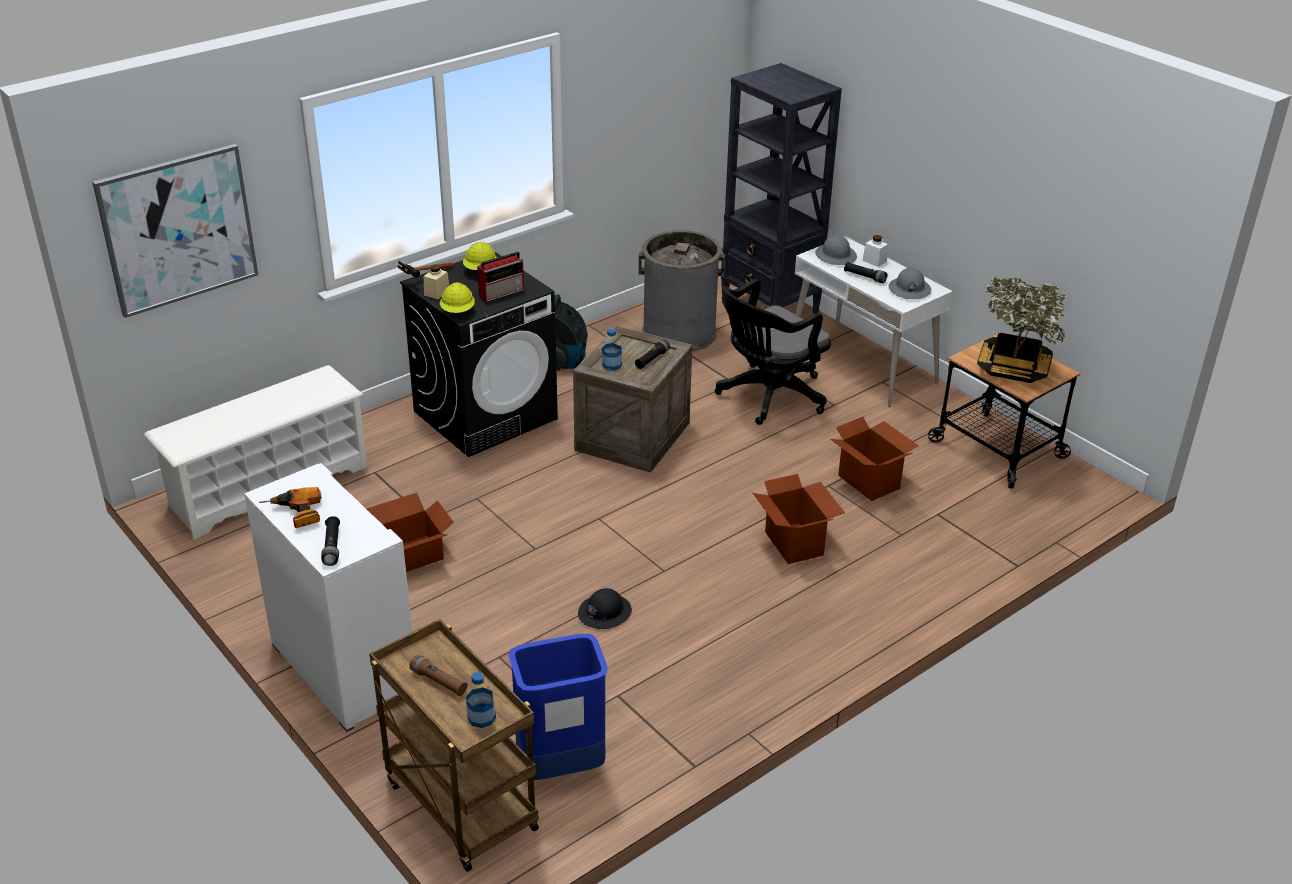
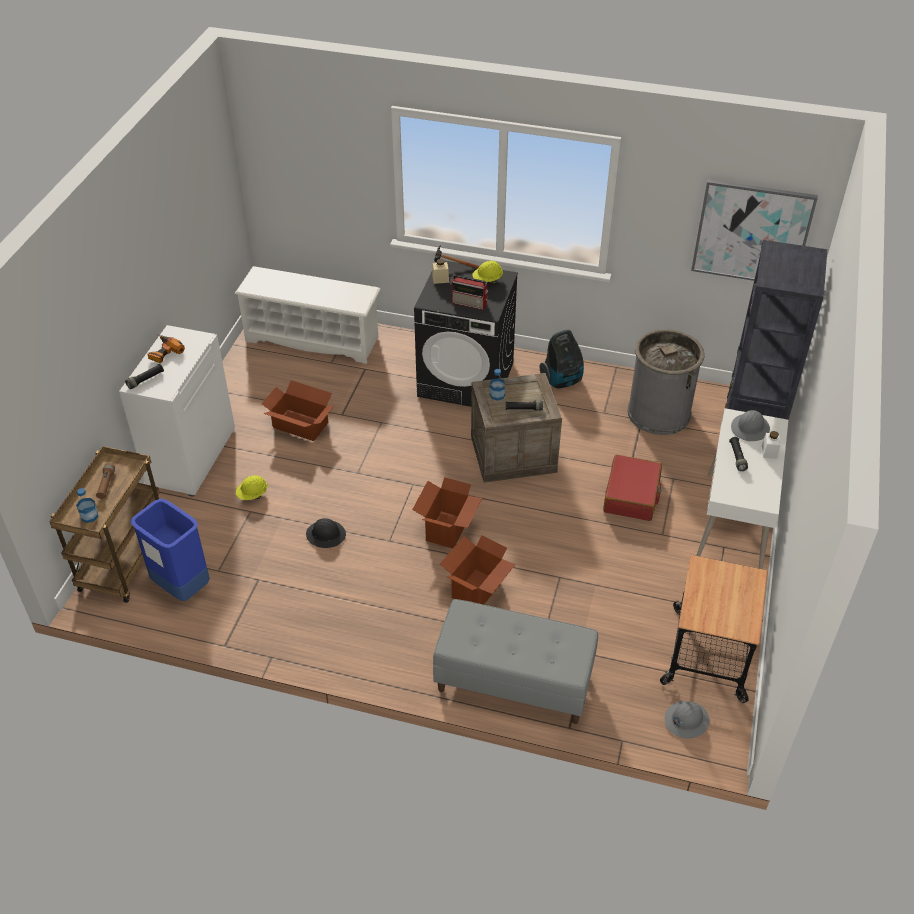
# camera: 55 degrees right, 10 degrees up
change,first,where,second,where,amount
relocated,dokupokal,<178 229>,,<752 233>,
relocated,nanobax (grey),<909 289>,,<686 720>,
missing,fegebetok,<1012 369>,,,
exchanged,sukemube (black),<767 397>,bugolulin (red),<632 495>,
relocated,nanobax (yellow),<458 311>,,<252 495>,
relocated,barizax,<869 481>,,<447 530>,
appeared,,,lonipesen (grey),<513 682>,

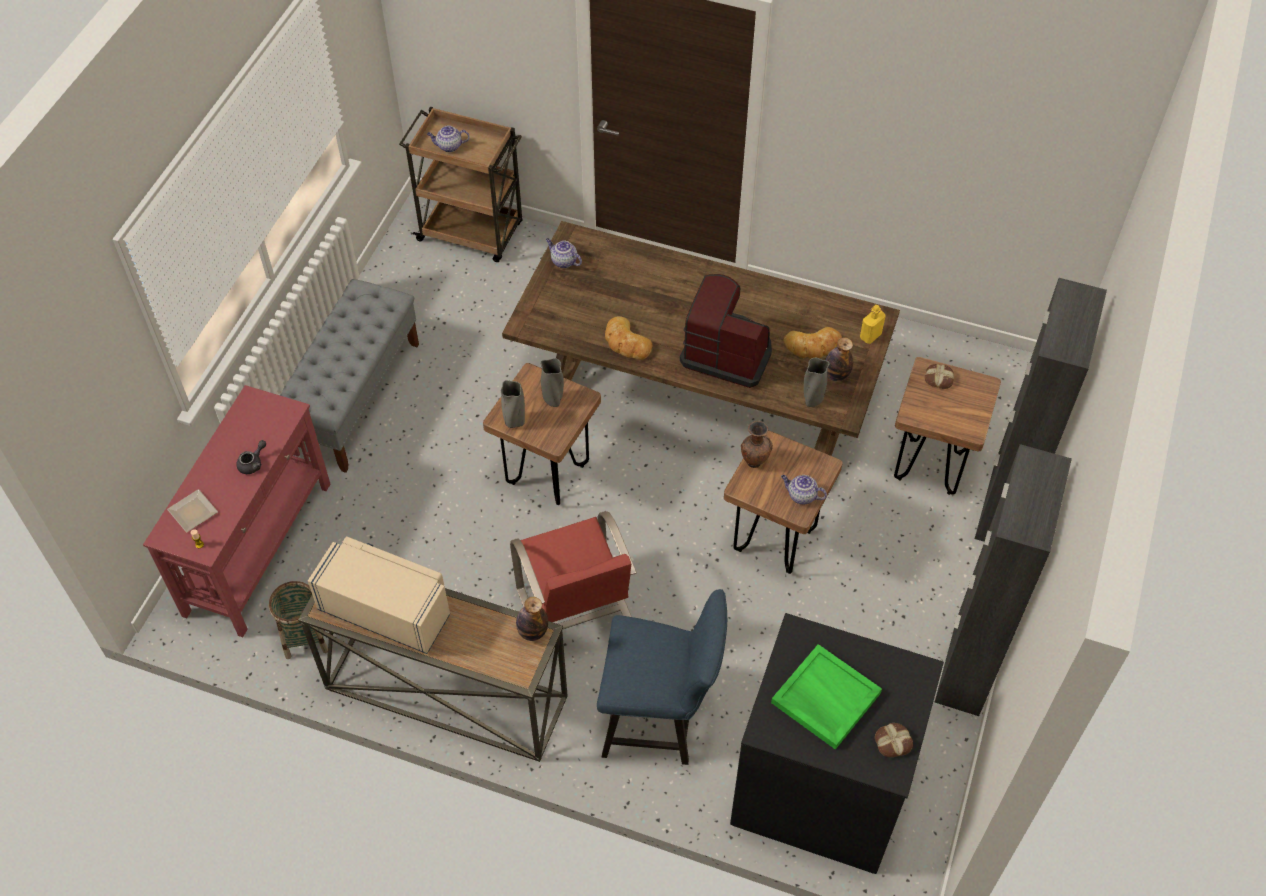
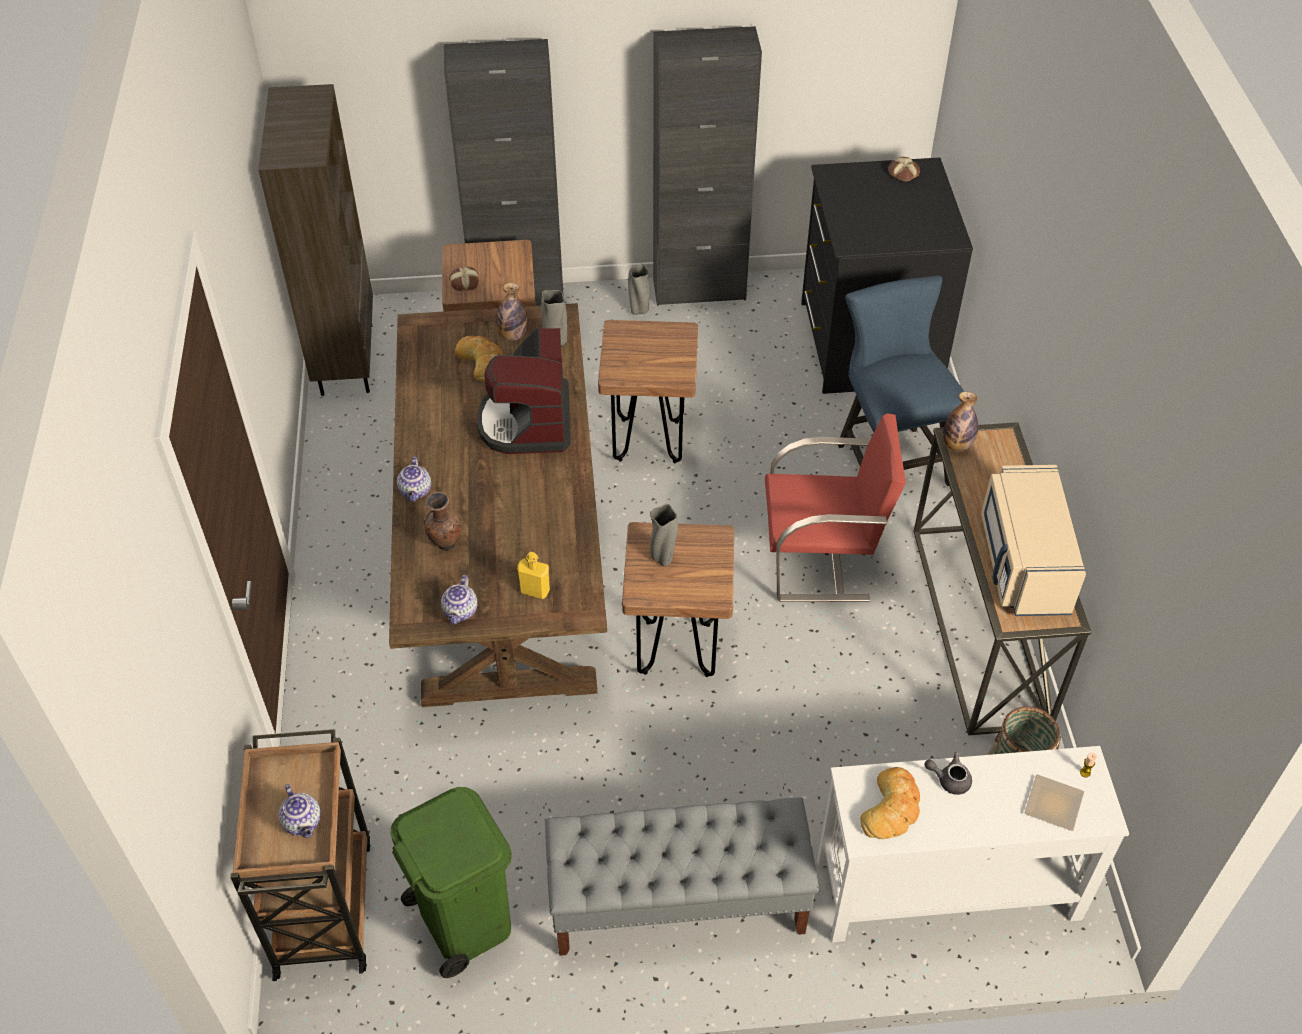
# camera: 115 degrees left, 5 degrees down
change,first,where,second,where,amount
relocated,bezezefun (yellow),<870 336>,,<535 590>,
relocated,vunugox,<626 342>,,<892 808>,
relocated,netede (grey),<514 422>,,<639 311>,
colour,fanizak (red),<259 547>,fanizak (white),<946 889>,
relocated,netede (brown),<754 462>,,<445 545>,
relocated,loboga,<801 496>,,<416 491>,
spun,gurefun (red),<575 610>,,<822 560>,45 degrees clockwise
missing,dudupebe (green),<824 698>,,,
appeared,,,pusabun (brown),<345 359>,
appeared,,,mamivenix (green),<463 920>,

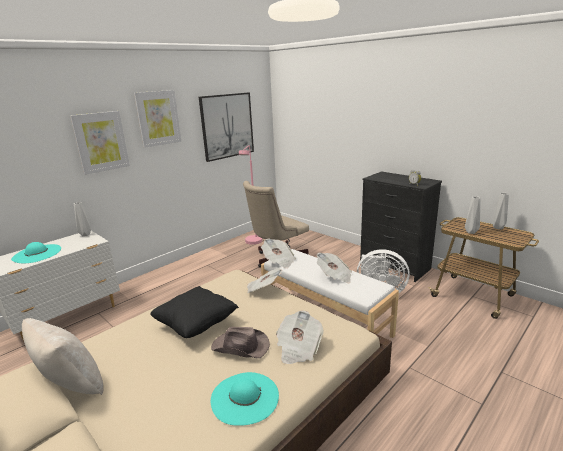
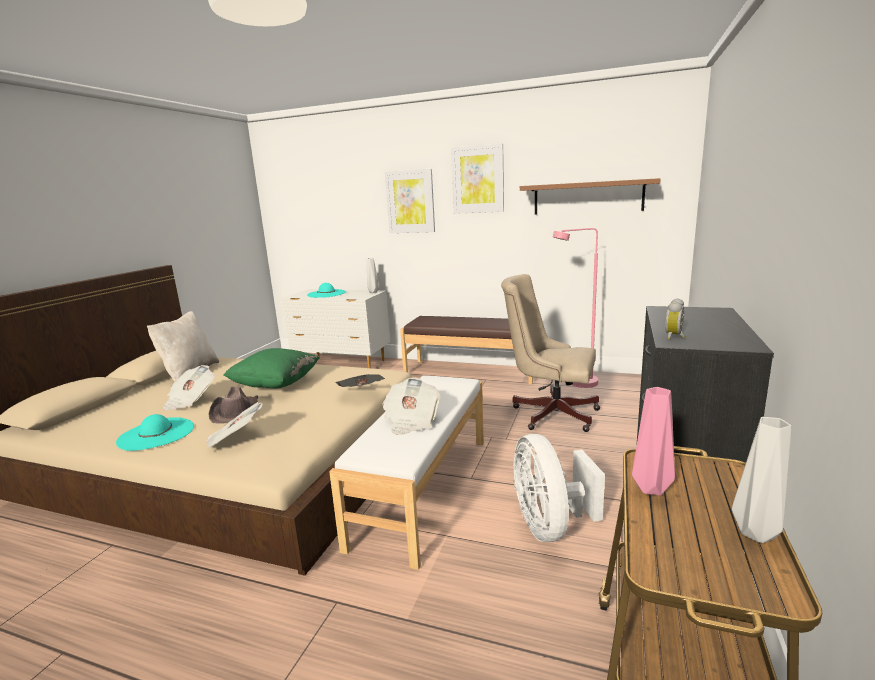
# camera: 65 degrees right, 5 degrees down
change,first,where,second,where,amount
exchanged,dokupokal,<227 126>,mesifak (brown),<587 197>,
colour,netede (grey),<471 232>,netede (pink),<649 489>,
relocated,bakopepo,<279 261>,,<190 400>,
colour,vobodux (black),<196 325>,vobodux (green),<276 385>,
appeared,,,lonipesen (brown),<471 371>,

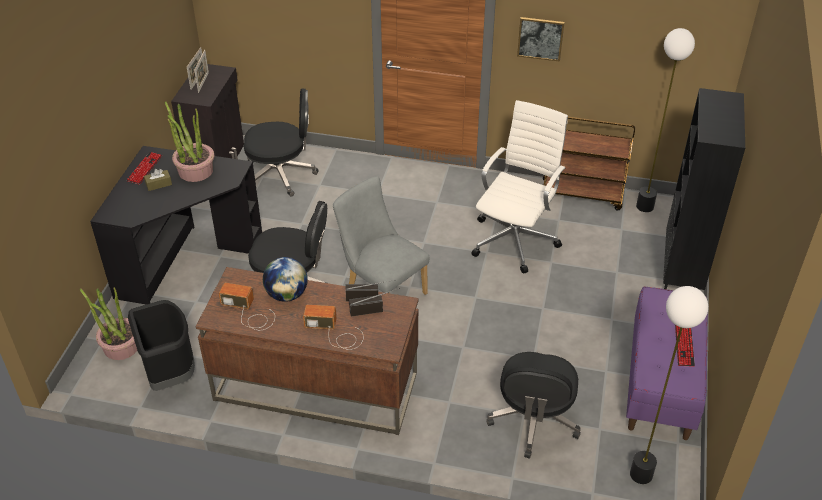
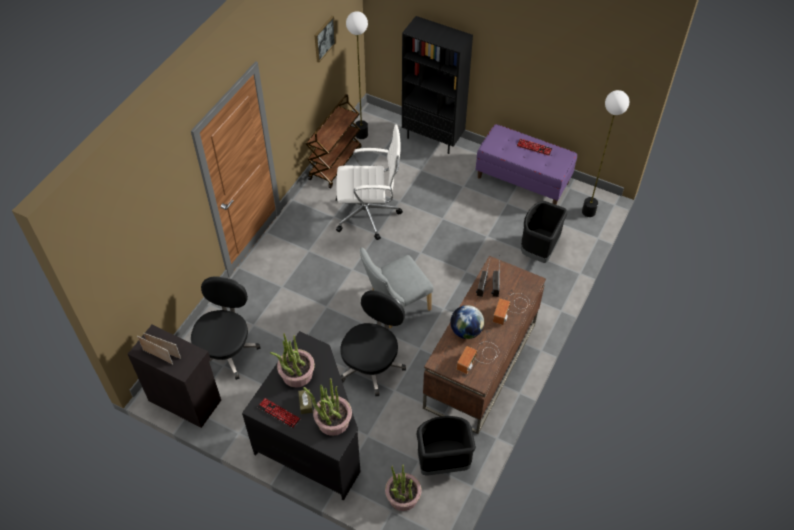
# camera: 75 degrees left, 10 degrees up
change,first,where,second,where,amount
relocated,dokupokal,<540 38>,,<324 38>,
spun,sukemube (white),<515 239>,,<369 214>,135 degrees clockwise
exchanged,sukemube (black),<533 421>,mamivenix (black),<538 250>,
appeared,,,fegebetok,<333 421>,

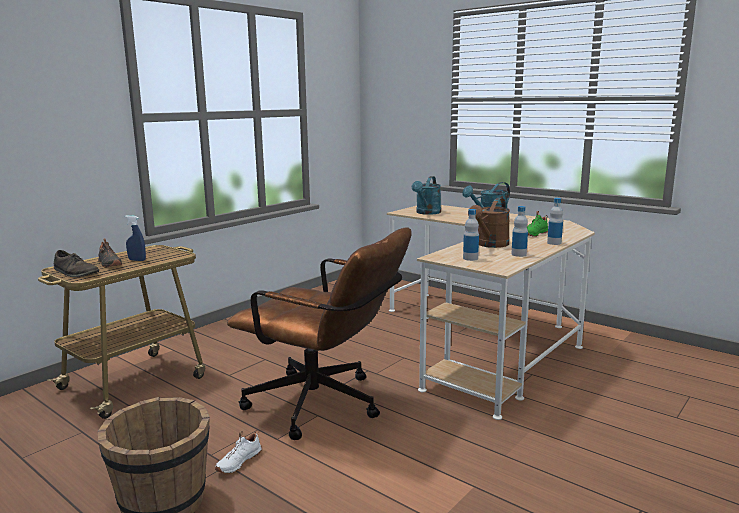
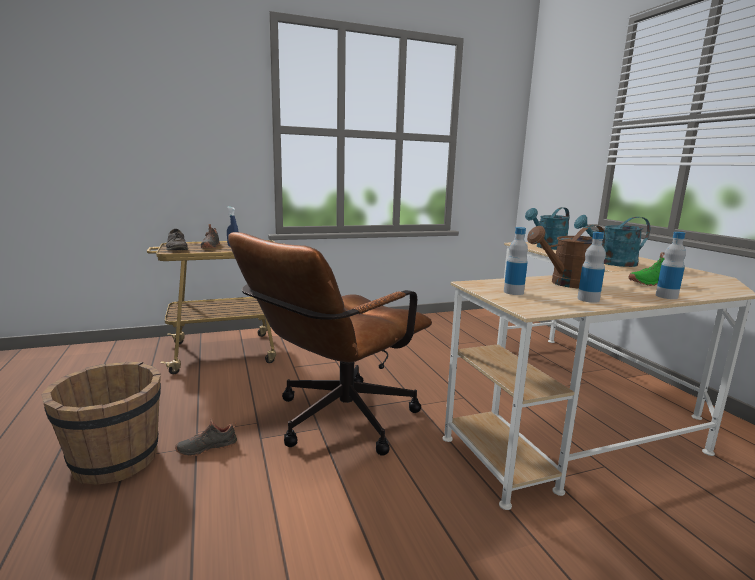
# camera: 30 degrees right, 0 degrees up
change,first,where,second,where,amount
spun,sukemube (brown),<324 406>,,<335 421>,75 degrees clockwise
colour,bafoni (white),<238 461>,bafoni (black),<207 447>,

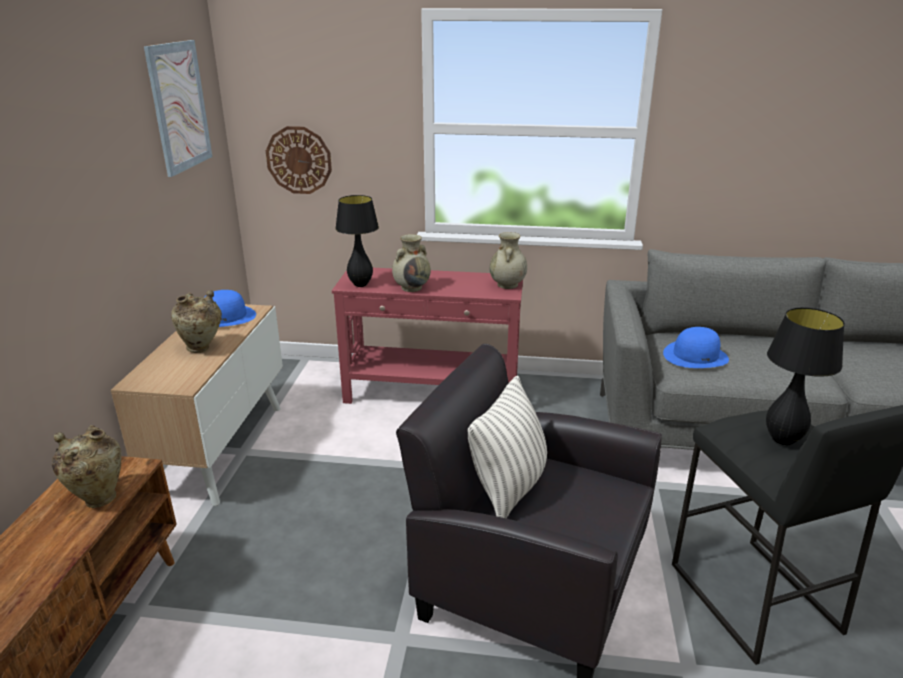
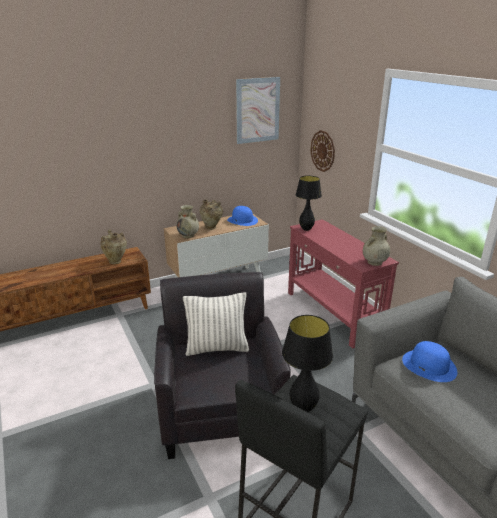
# camera: 55 degrees right, 0 degrees up
change,first,where,second,where,amount
relocated,netede (beige),<412 287>,,<188 236>,

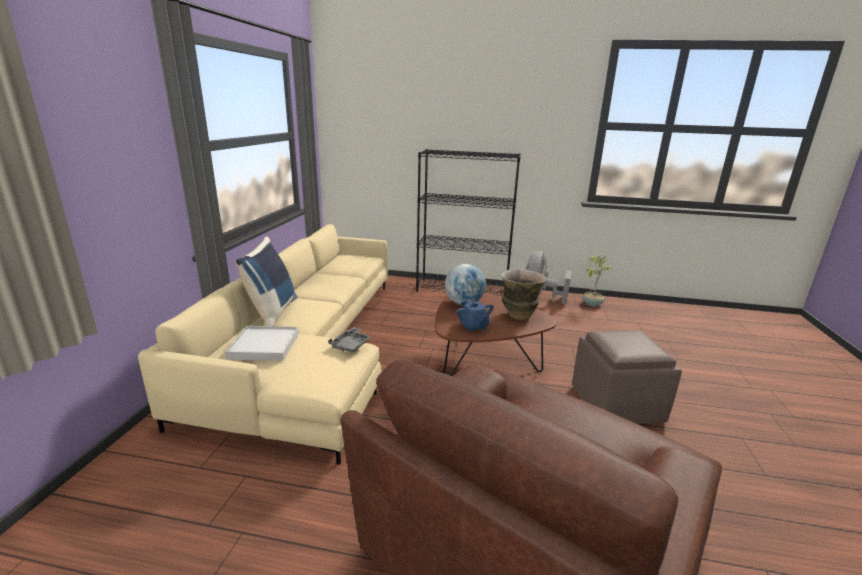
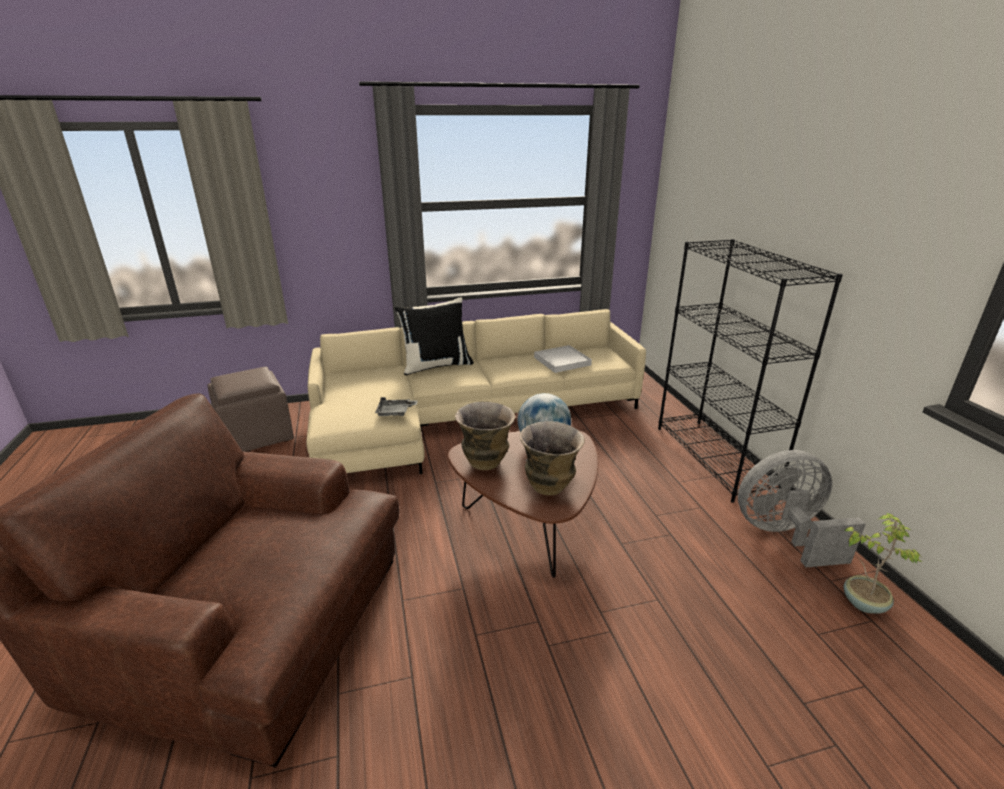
# camera: 65 degrees right, 5 degrees up
change,first,where,second,where,amount
colour,vobodux (blue),<272 312>,vobodux (black),<436 365>,
exchanged,loboga (blue),<473 327>,netede,<485 462>,
relocated,dudupebe (white),<264 346>,,<562 361>,
relocated,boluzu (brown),<615 404>,,<257 435>,

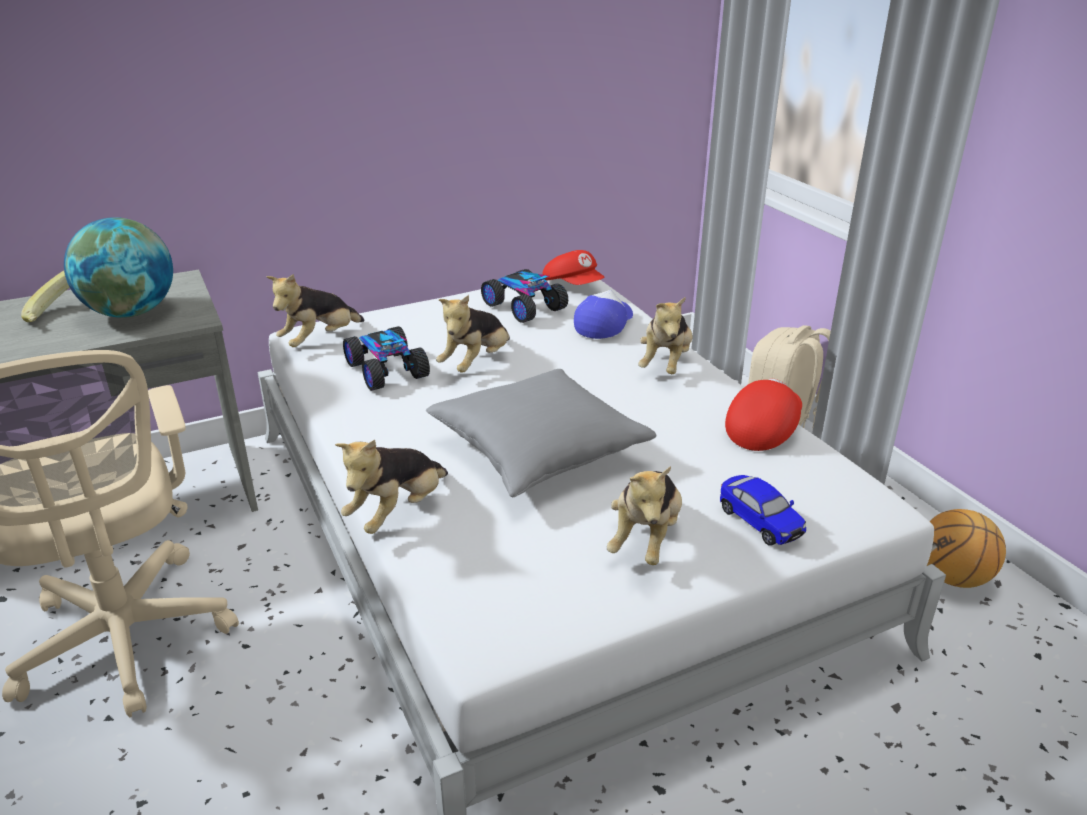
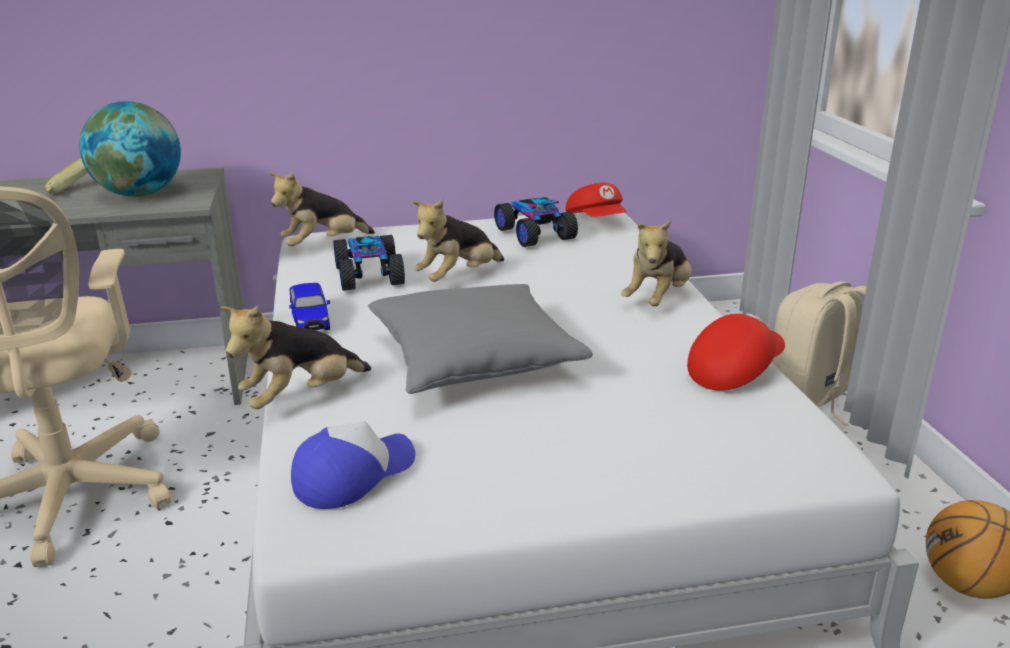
# camera: 15 degrees right, 5 degrees down
change,first,where,second,where,amount
relocated,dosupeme,<604 323>,,<353 474>,
missing,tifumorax,<645 539>,,,
relocated,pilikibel,<760 523>,,<310 320>,

